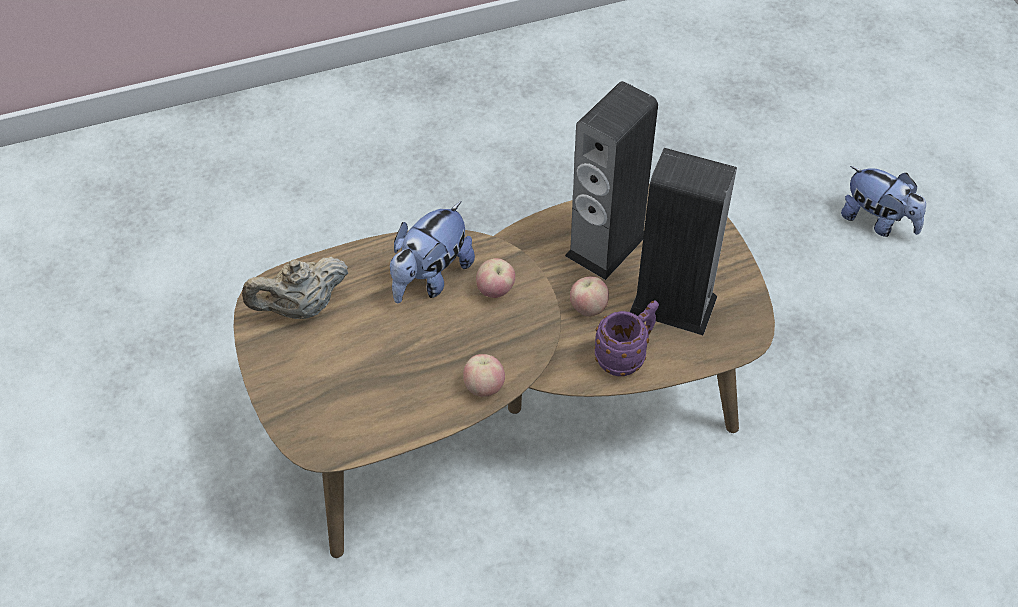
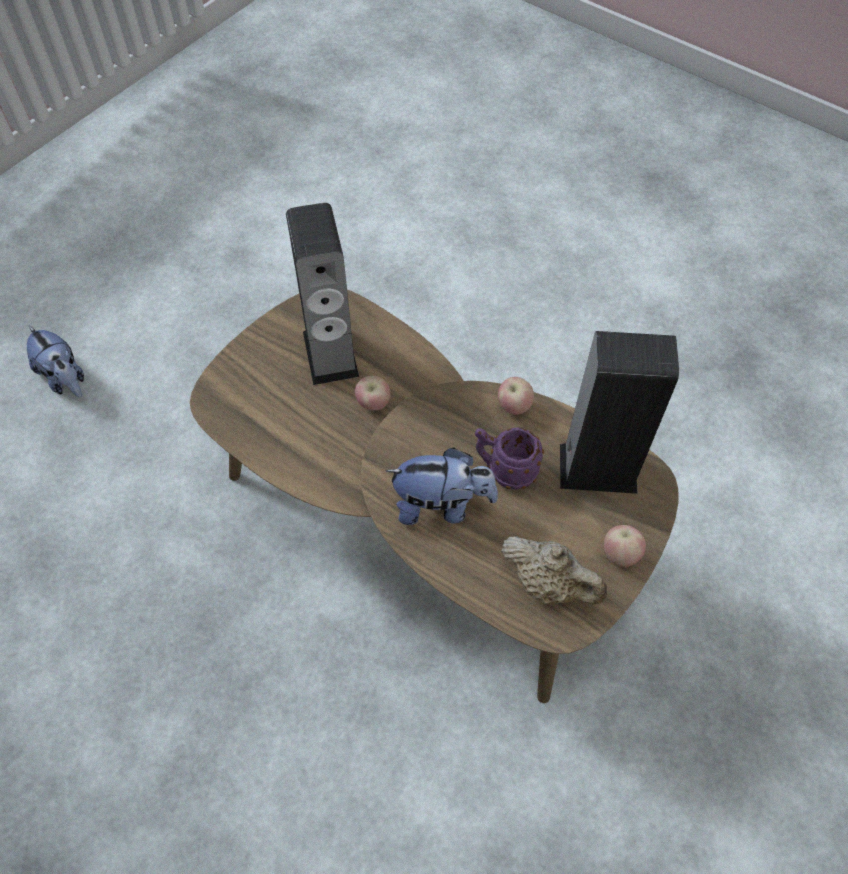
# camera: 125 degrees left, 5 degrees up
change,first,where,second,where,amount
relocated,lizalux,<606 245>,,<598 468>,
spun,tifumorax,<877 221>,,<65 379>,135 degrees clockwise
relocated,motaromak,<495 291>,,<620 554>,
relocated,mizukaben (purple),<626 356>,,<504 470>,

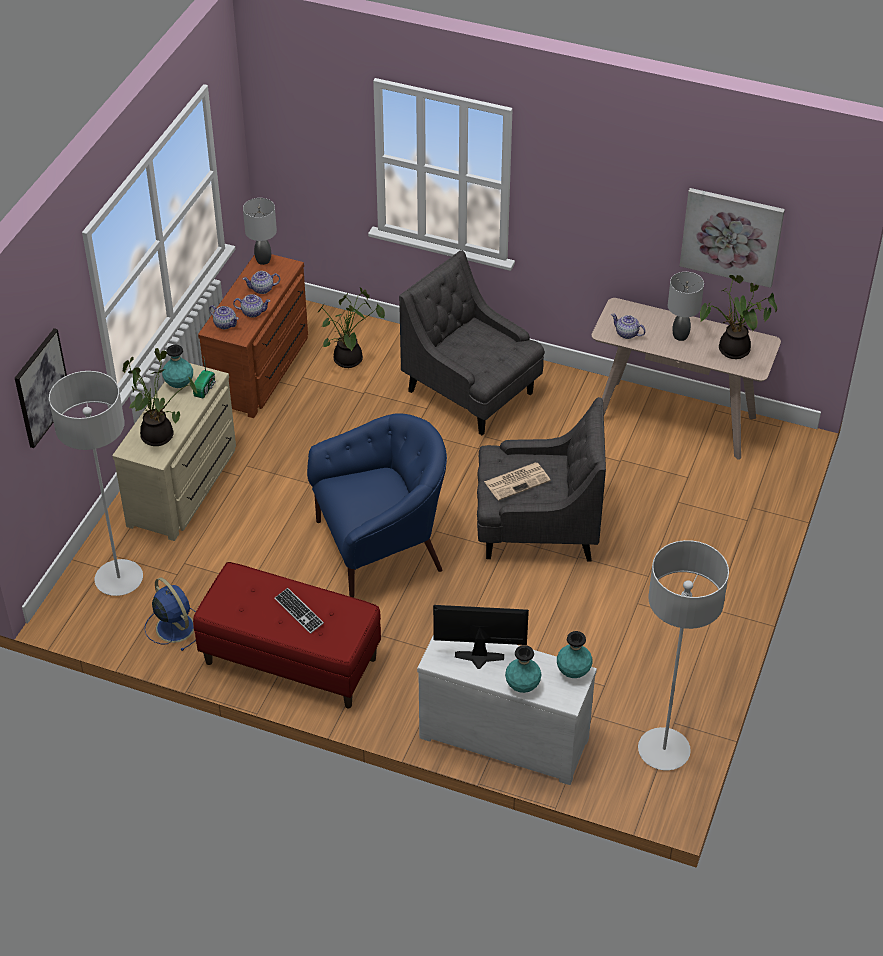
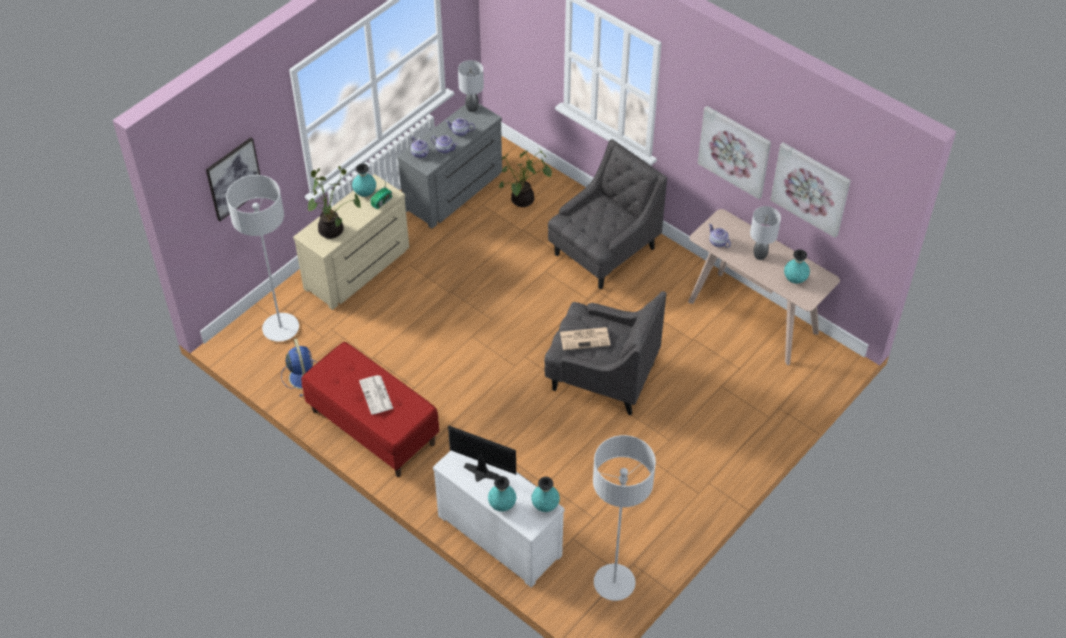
# camera: 20 degrees right, 5 degrees up
change,first,where,second,where,amount
spun,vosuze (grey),<472 393>,,<604 252>,75 degrees clockwise
colour,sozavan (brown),<262 370>,sozavan (grey),<455 191>,
exchanged,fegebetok,<732 351>,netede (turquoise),<795 279>,
missing,vosuze (blue),<380 546>,,,
exchanged,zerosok,<299 611>,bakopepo,<376 395>,
appeared,,,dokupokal,<735 151>,

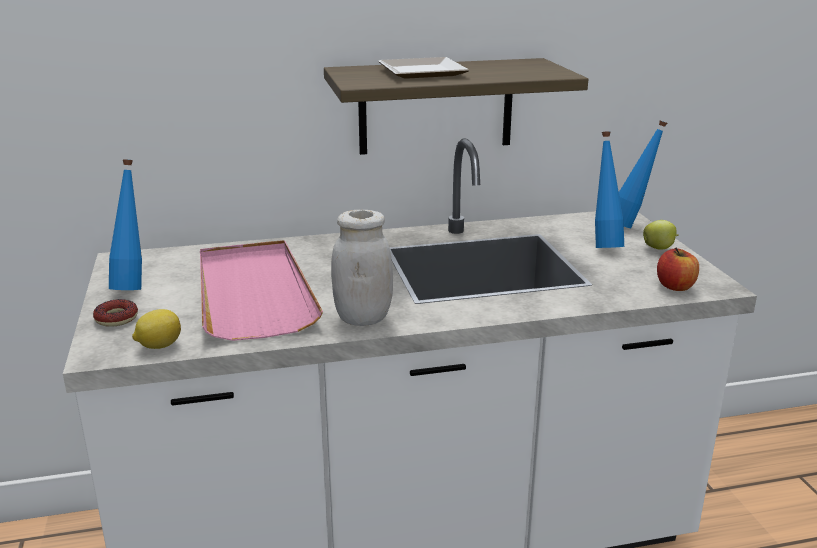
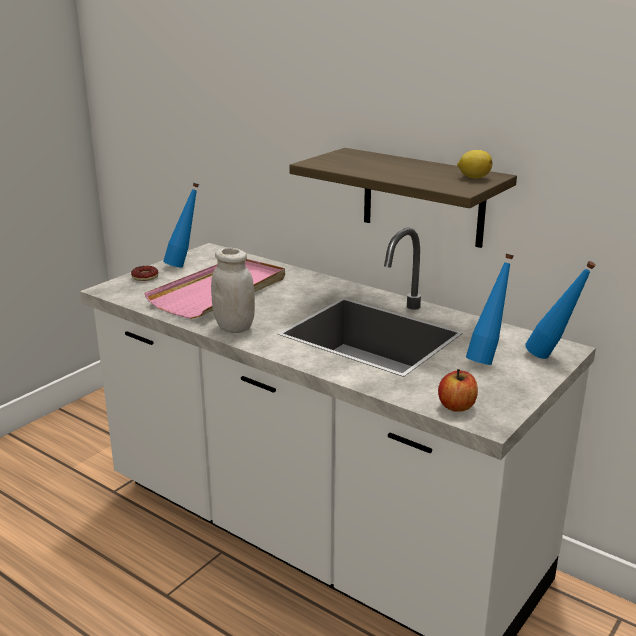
# camera: 50 degrees right, 0 degrees up
change,first,where,second,where,amount
missing,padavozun,<420 73>,,,
missing,motaromak,<659 248>,,,
relocated,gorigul,<159 346>,,<473 177>,

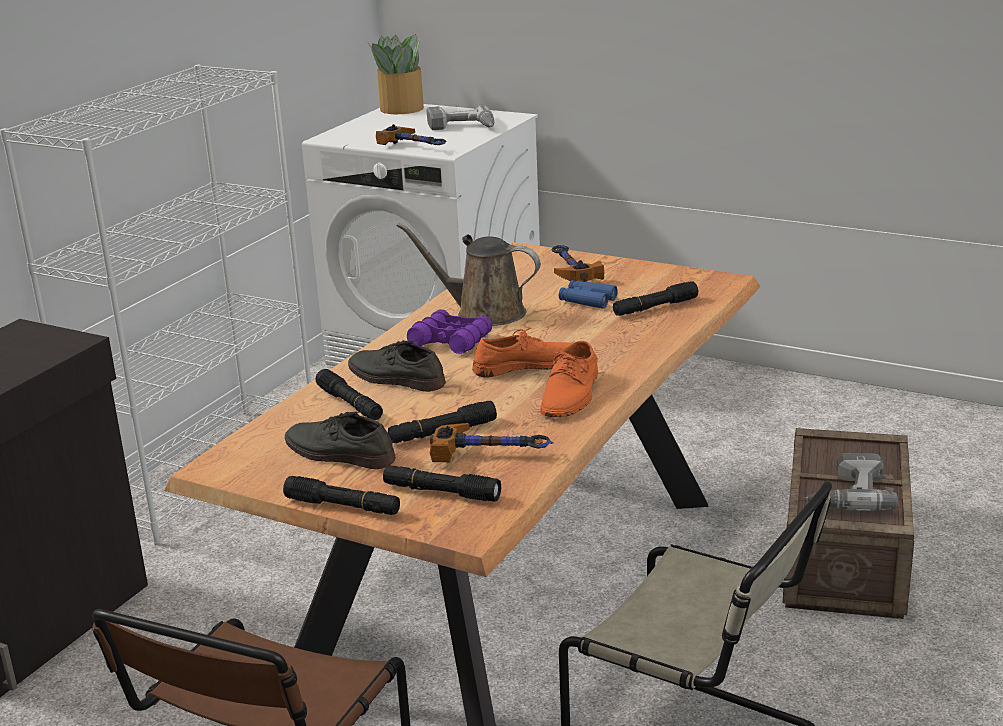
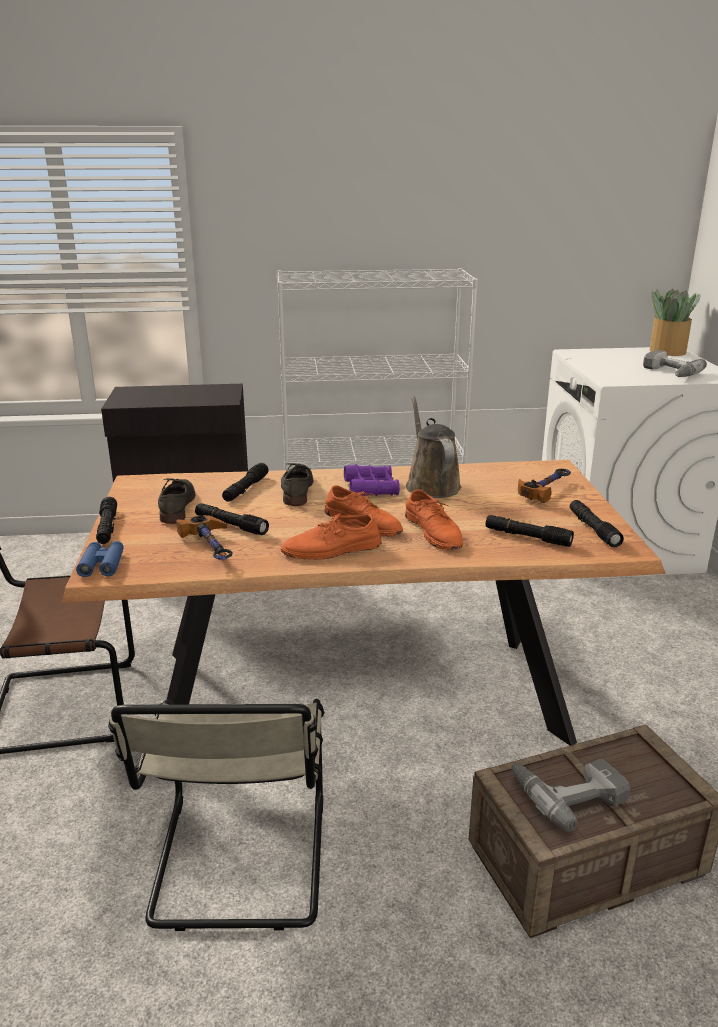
# camera: 55 degrees right, 0 degrees up
change,first,where,second,where,amount
missing,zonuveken,<416 147>,,,
relocated,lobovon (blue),<587 300>,,<102 564>,
relocated,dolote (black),<441 492>,,<593 529>,
appeared,,,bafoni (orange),<434 531>,

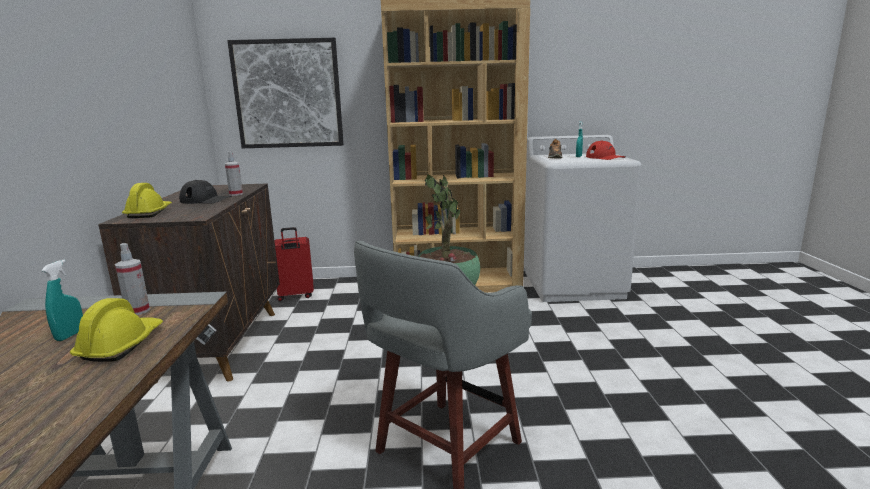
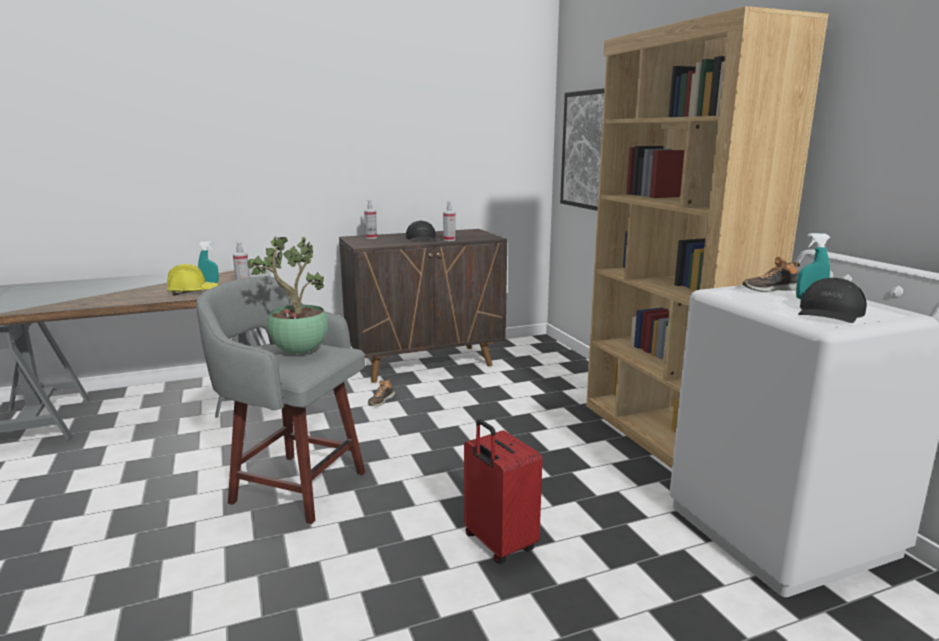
# camera: 70 degrees right, 0 degrees up
change,first,where,second,where,amount
colour,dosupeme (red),<605 157>,dosupeme (black),<829 313>,
exchanged,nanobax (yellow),<149 213>,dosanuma,<371 237>,
relocated,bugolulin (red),<296 296>,,<498 544>,
appeared,,,bafoni,<381 400>,

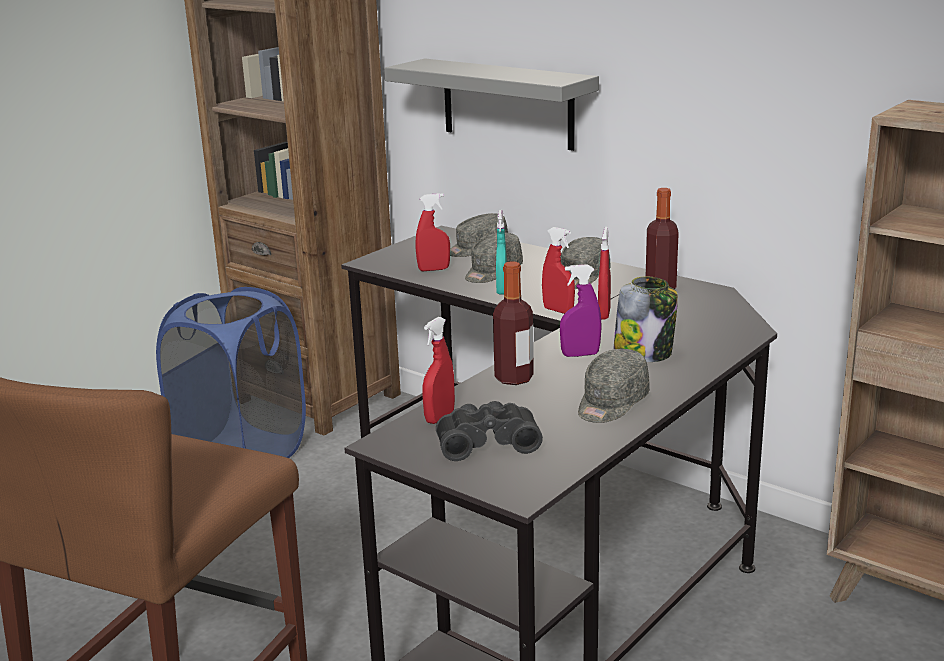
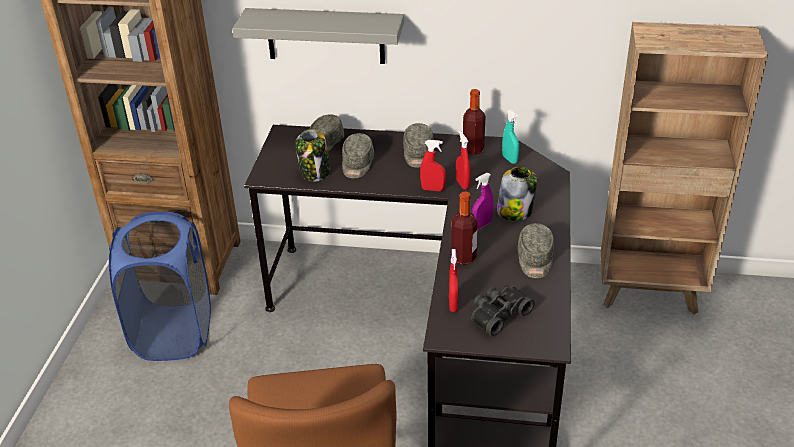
# camera: 30 degrees left, 15 degrees up
change,first,where,second,where,amount
exchanged,dosanuma (red),<434 269>,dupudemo,<315 172>,
relocated,dosanuma (turquoise),<502 290>,,<509 159>,

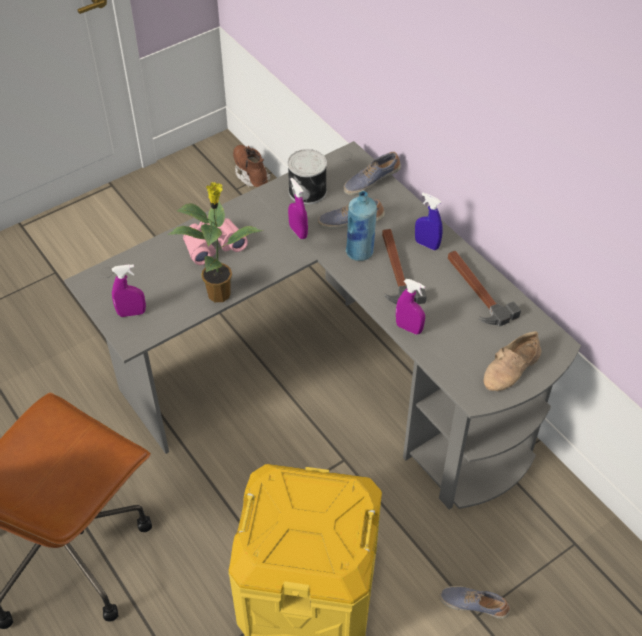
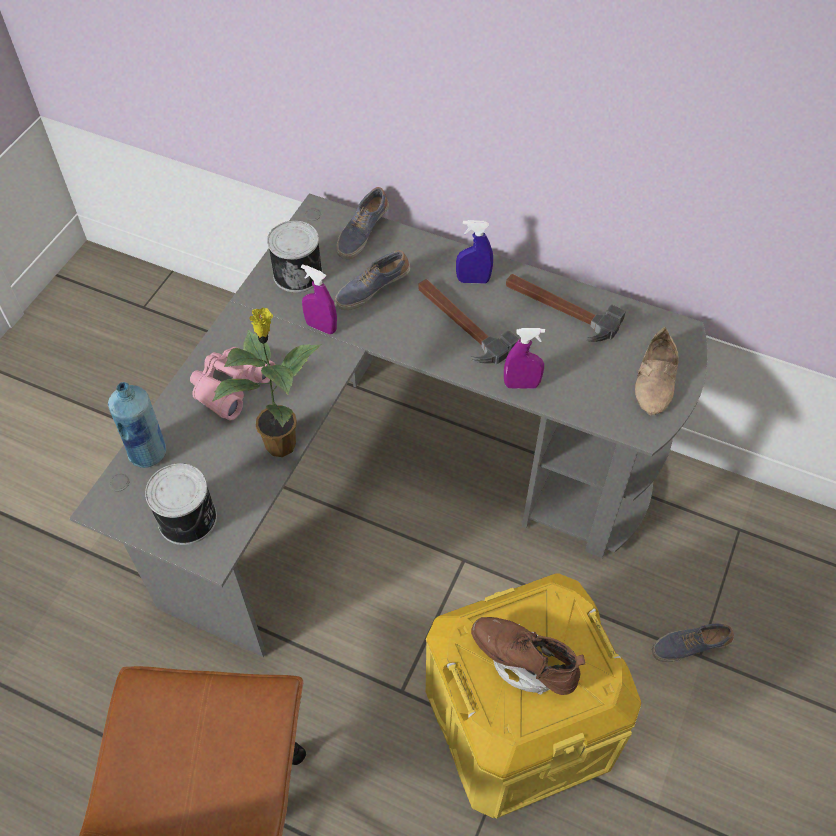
# camera: 30 degrees left, 5 degrees up
change,first,where,second,where,amount
relocated,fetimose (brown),<251 174>,,<523 662>,
relocated,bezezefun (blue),<360 252>,,<148 453>,
exchanged,dosanuma (purple),<131 313>,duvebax,<189 519>,

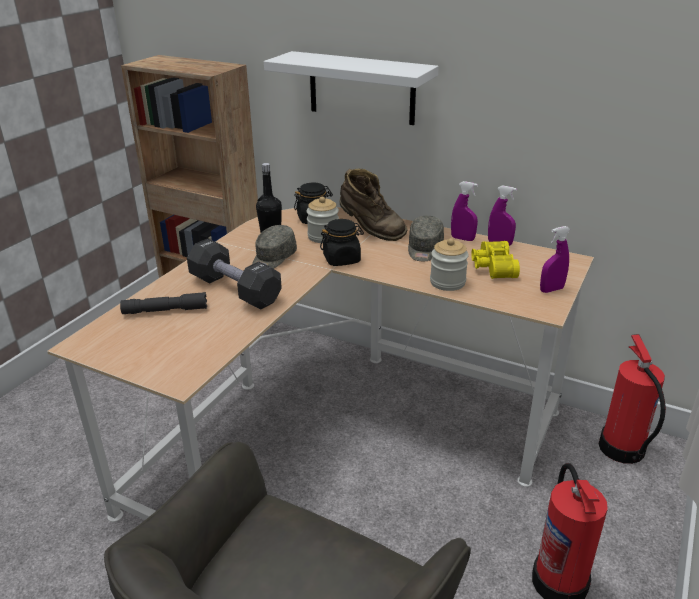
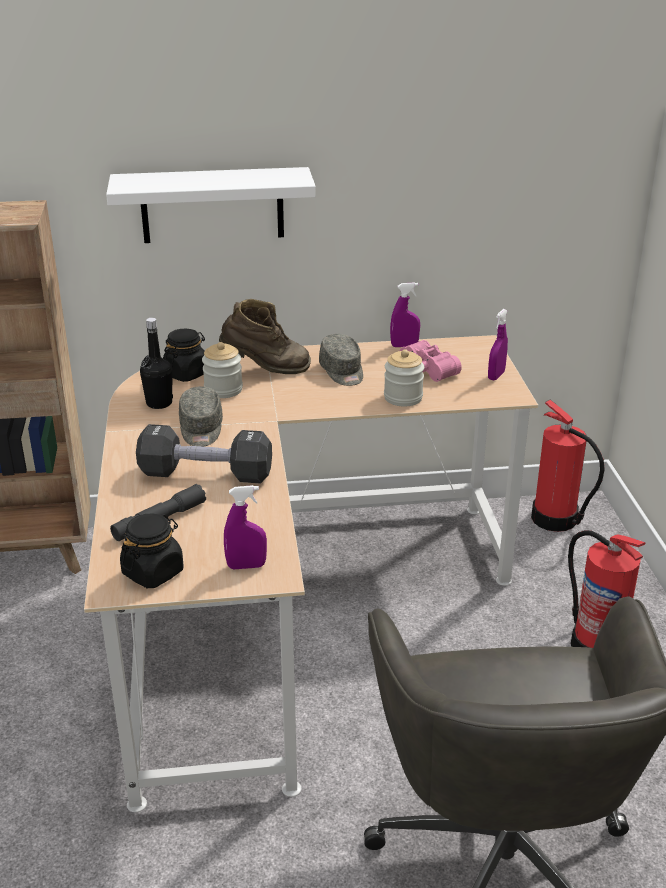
# camera: 35 degrees left, 0 degrees up
change,first,where,second,where,amount
relocated,dosanuma (purple),<462 239>,,<246 566>,
relocated,dupudemo (black),<342 259>,,<153 572>,
colour,lobovon (yellow),<492 267>,lobovon (pink),<424 371>,

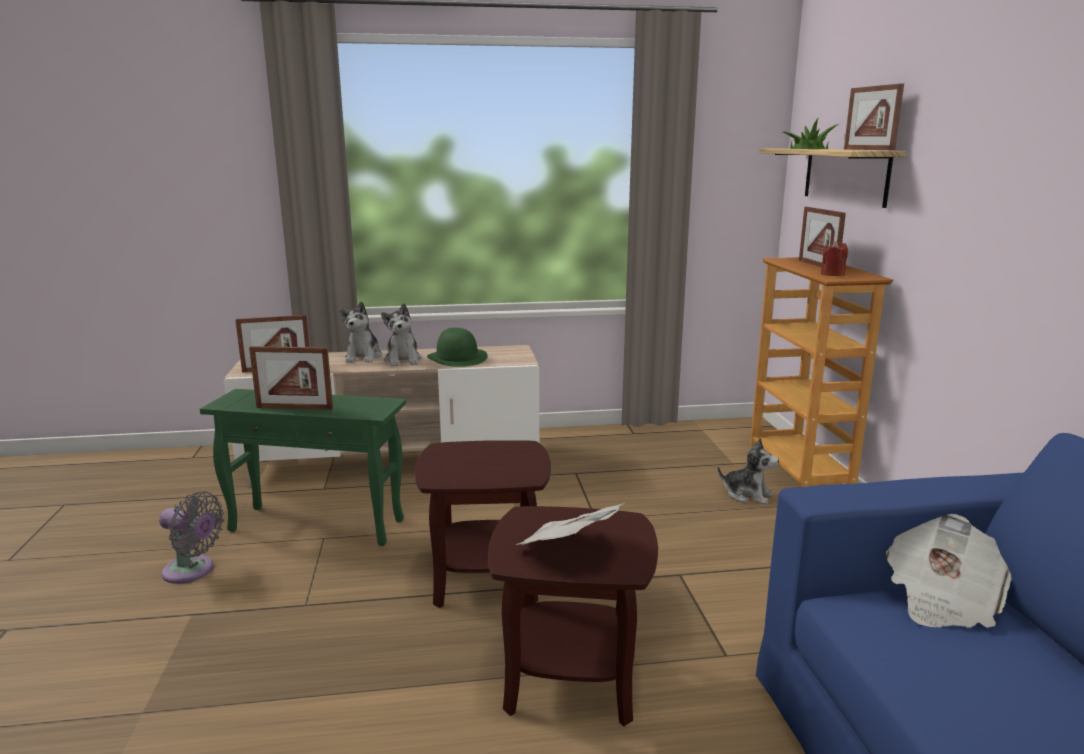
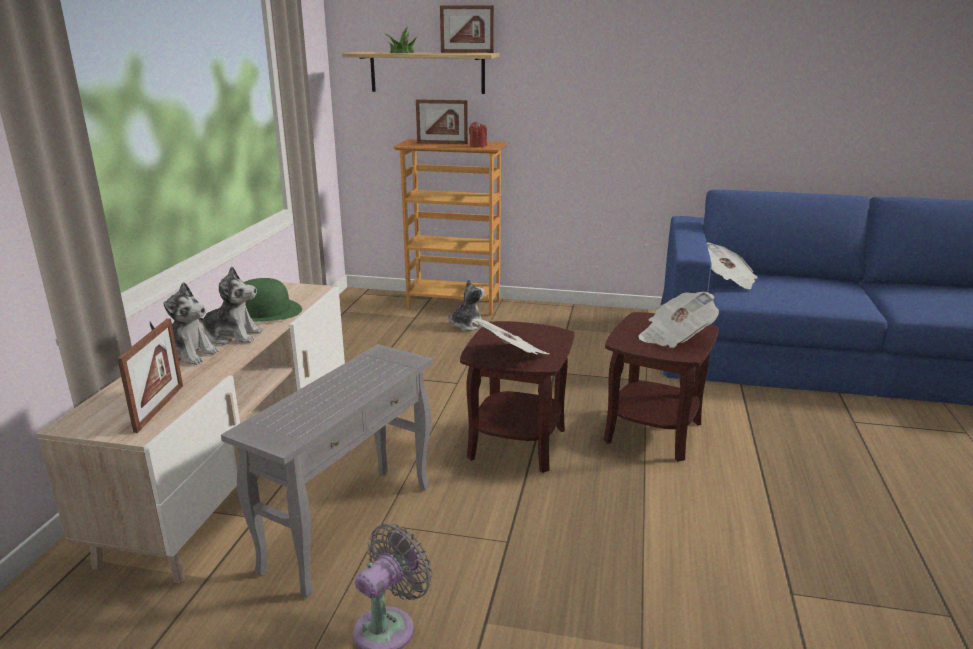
# camera: 70 degrees left, 5 degrees up
change,first,where,second,where,amount
missing,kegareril,<294 408>,,,
colour,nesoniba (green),<317 525>,nesoniba (grey),<349 527>,
appeared,,,bakopepo,<510 356>,

